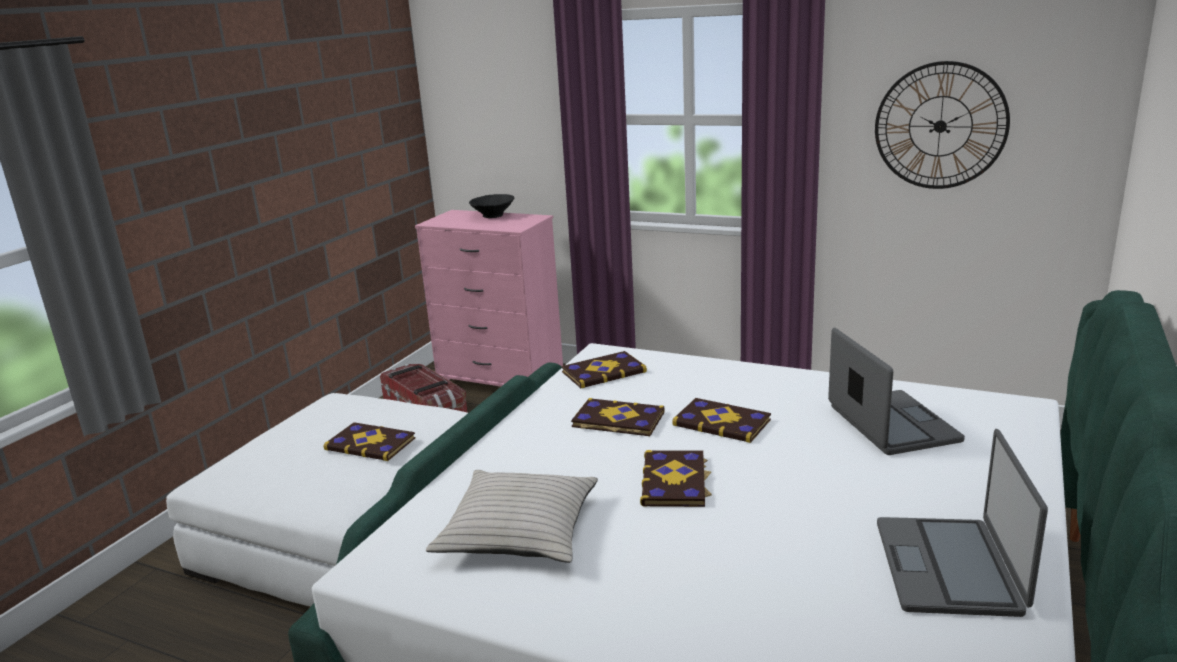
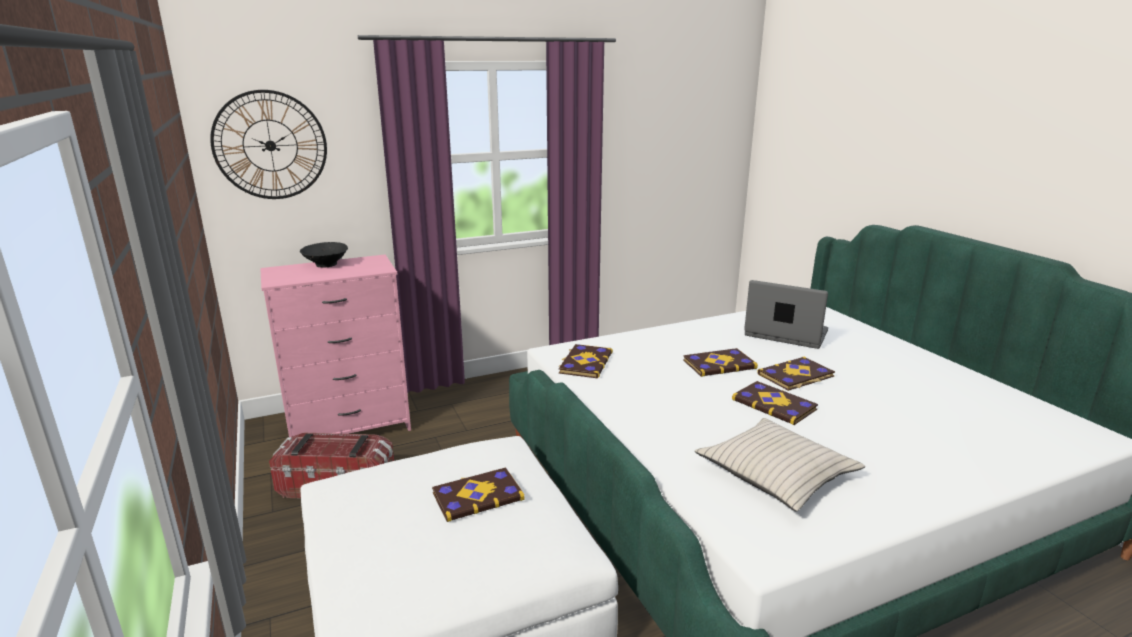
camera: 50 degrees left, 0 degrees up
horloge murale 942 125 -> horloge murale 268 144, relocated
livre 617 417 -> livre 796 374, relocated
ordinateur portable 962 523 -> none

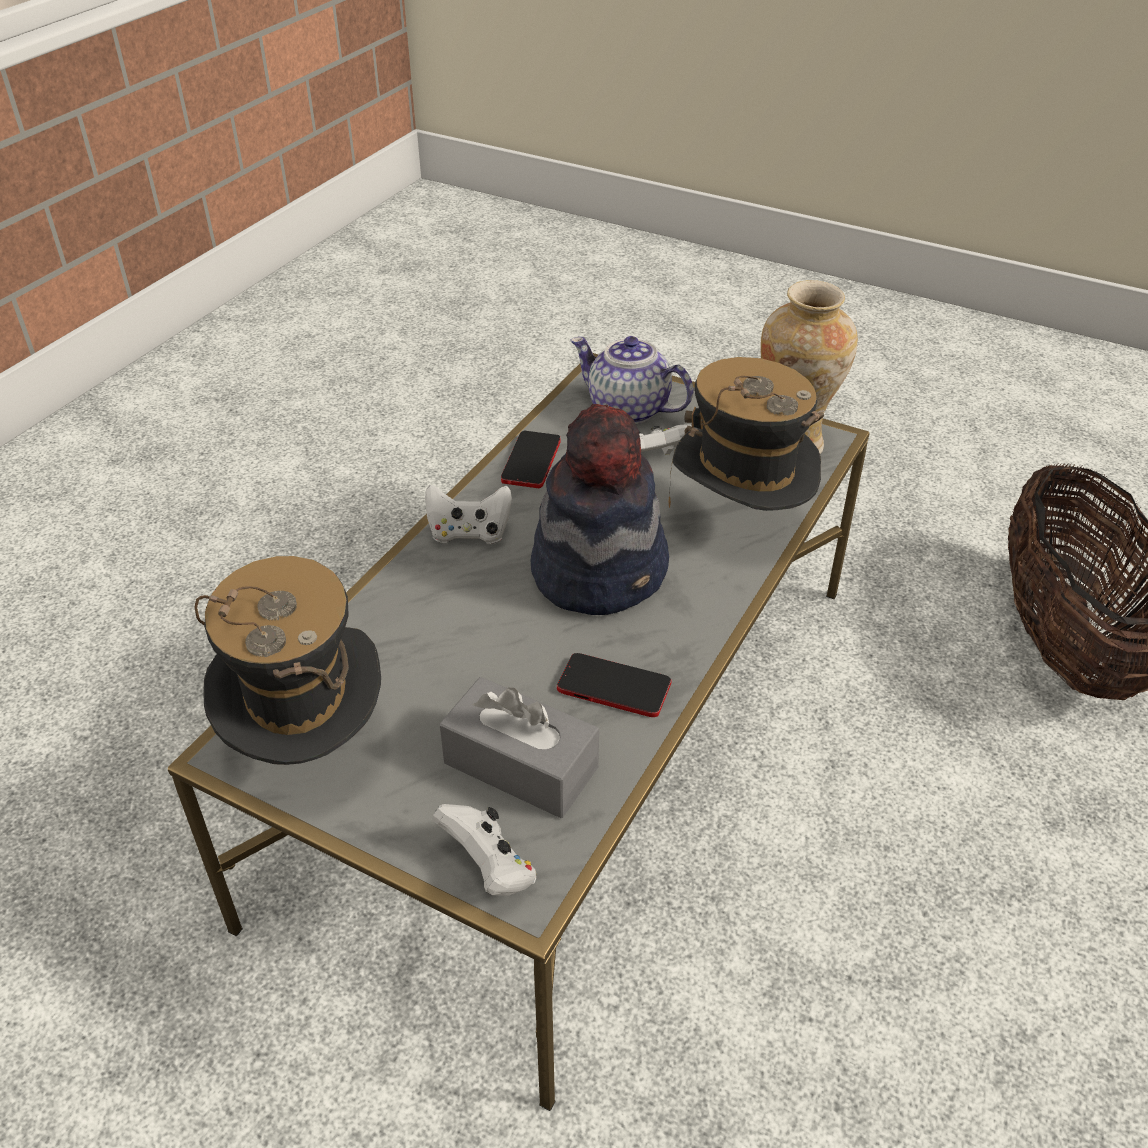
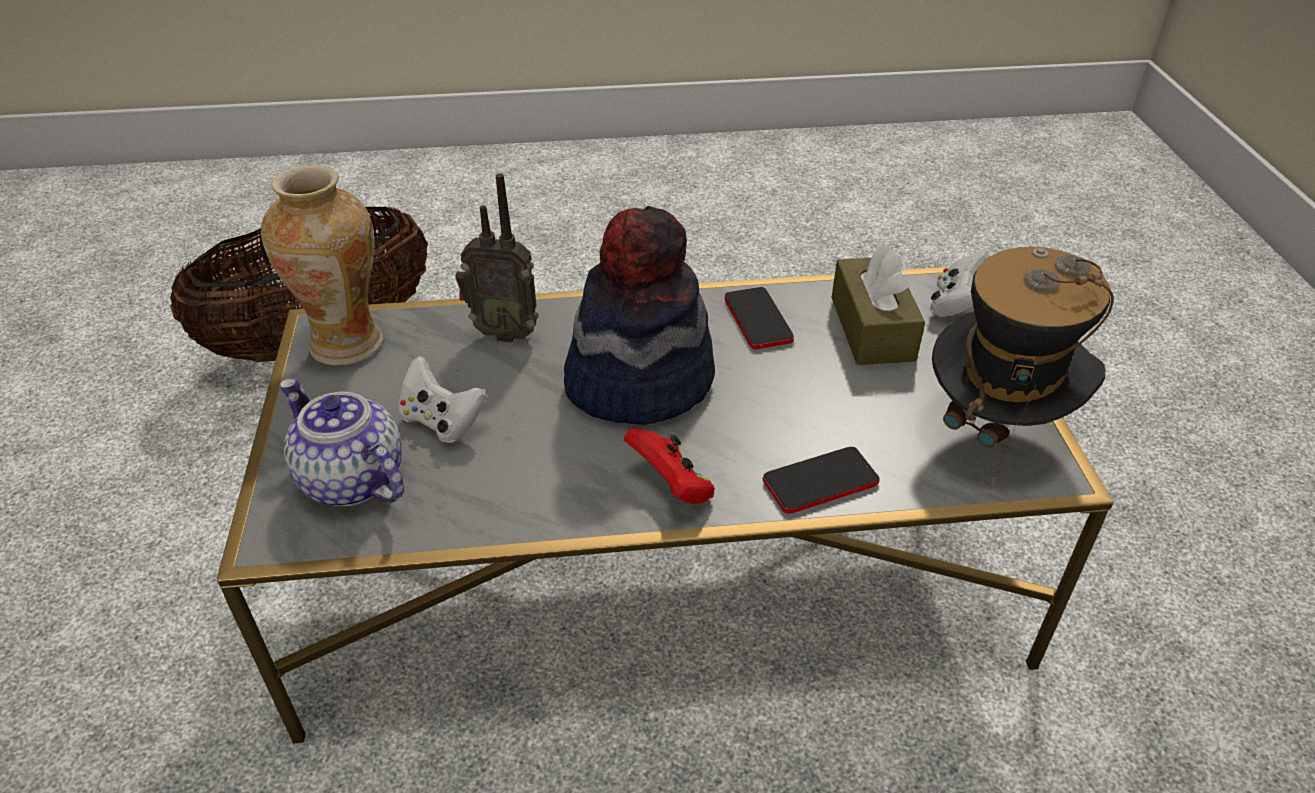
camera: 125 degrees left, 0 degrees up
théière 631 380 -> théière 341 443, 135 degrees clockwise
chapeau 746 434 -> radio 497 258
manette (blanc) 468 514 -> manette (rouge) 669 466
téléphone 531 459 -> téléphone 821 480, relocated
boîte à mouchoirs (gris) 519 747 -> boîte à mouchoirs (marron) 878 304

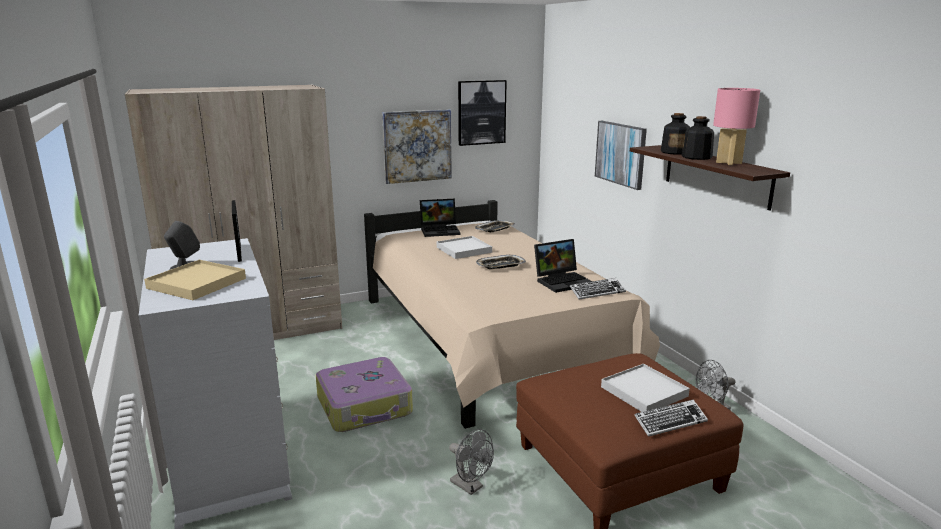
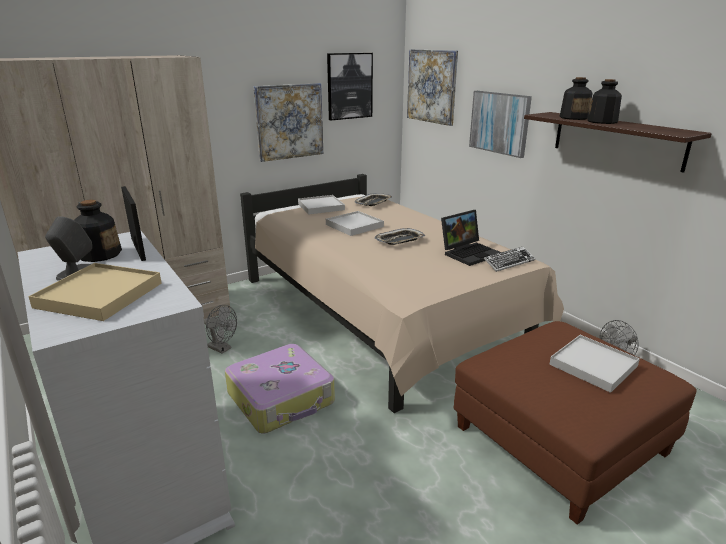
camera: 10 degrees left, 5 degrees up
none -> bouteille 98 231
ventilateur (gris) 471 462 -> ventilateur (gris) 220 329, relocated
ordinateur portable 440 218 -> plateau (blanc) 321 205
none -> tableau 432 87
clavier 671 418 -> none
lampe de table (rose) 736 126 -> none

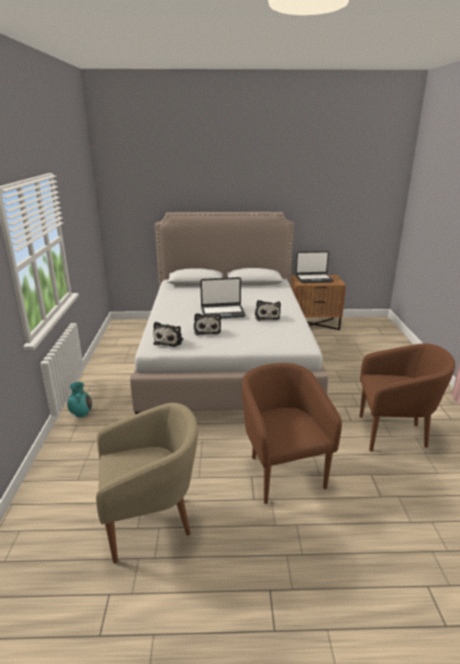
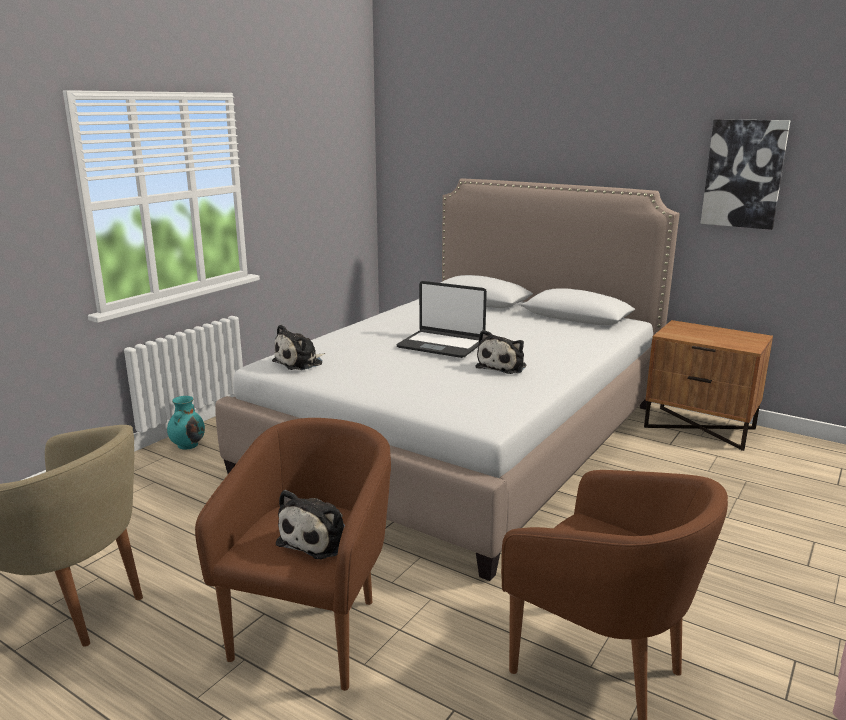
camera: 35 degrees right, 5 degrees down
peluche 207 324 -> peluche 310 524, relocated
none -> tableau 745 174
ordinateur portable 315 267 -> none

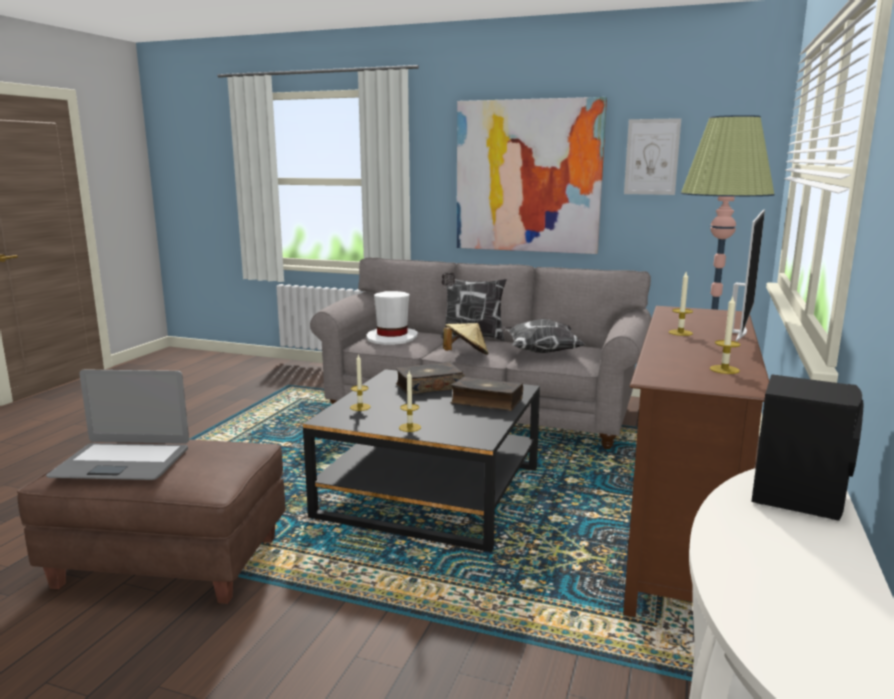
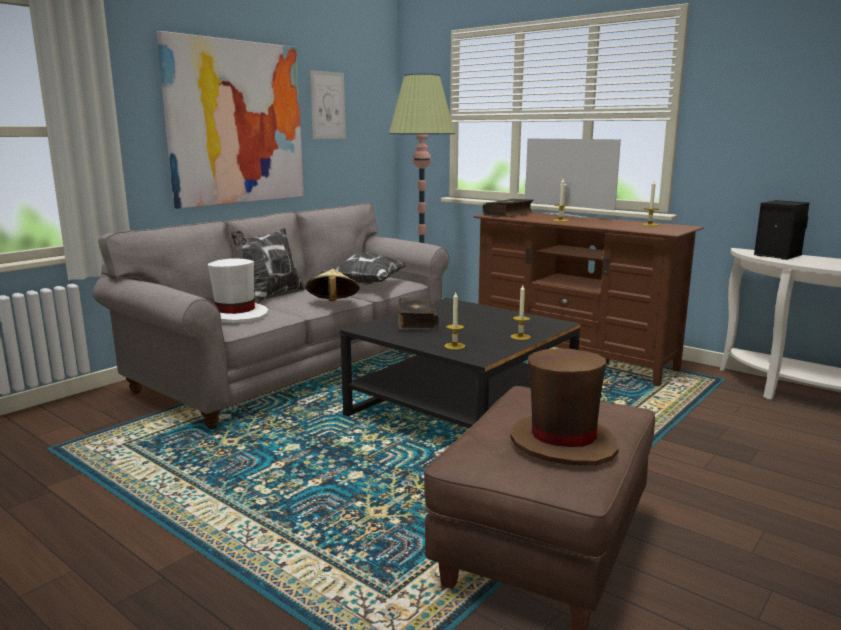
camera: 70 degrees left, 0 degrees up
livre 487 394 -> livre 508 208, relocated
ordinateur portable 117 424 -> chapeau (marron) 564 407

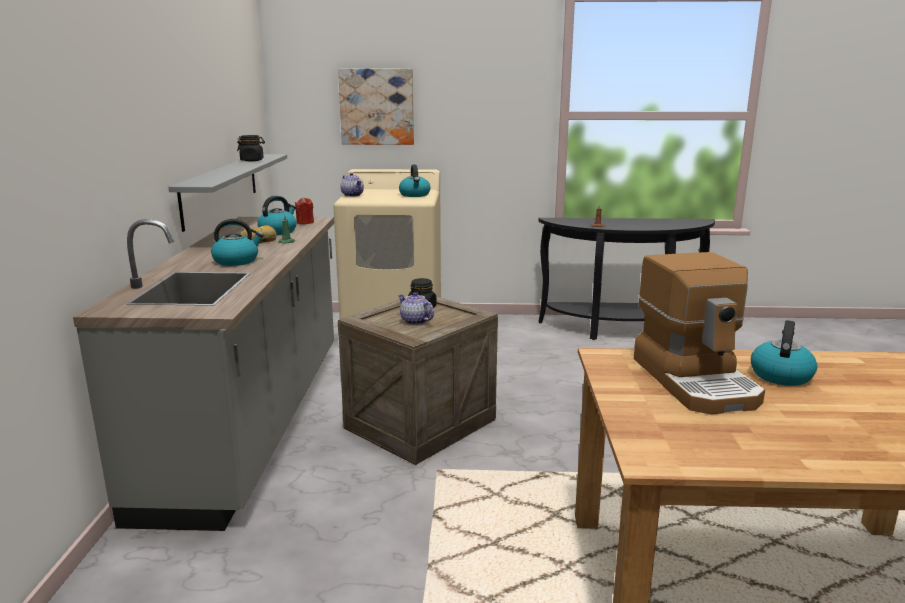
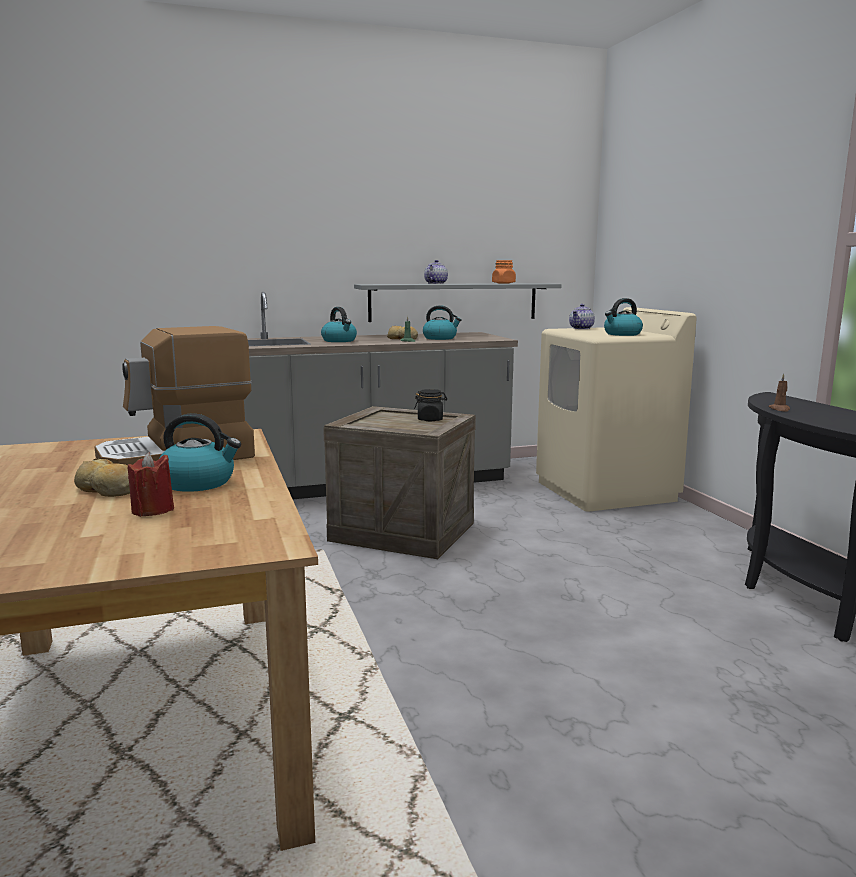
camera: 70 degrees right, 5 degrees down
none -> pain 102 477
bougie (rouge) 304 210 -> bougie (rouge) 150 484, relocated
théière 416 308 -> théière 436 272, relocated
bocal (noir) 251 148 -> bocal (orange) 504 272
tableau 376 107 -> none

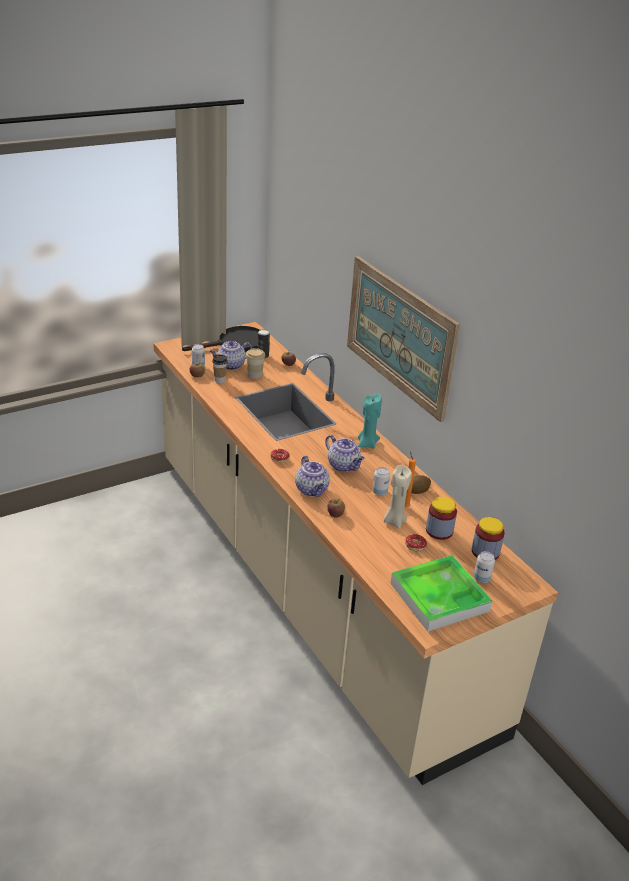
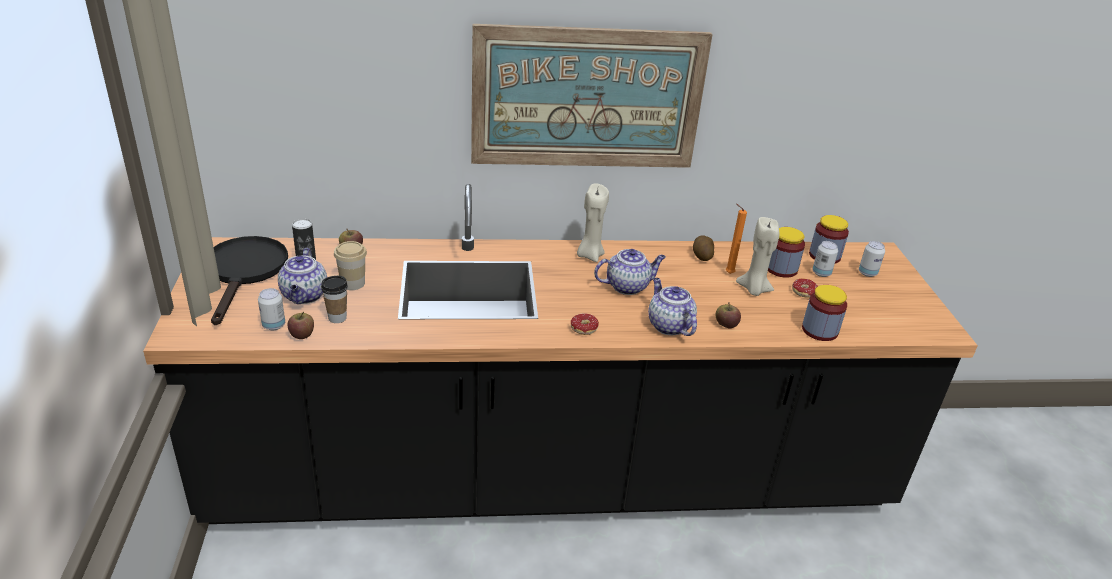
camera: 65 degrees left, 0 degrees up
comptoir de cuisine (beige) 355 553 -> comptoir de cuisine (noir) 560 354
bougie (turquoise) 370 421 -> bougie (beige) 593 222
théière 312 476 -> théière 672 307, 120 degrees counterclockwise
none -> bocal 824 313
boîte métallique 381 481 -> boîte métallique 825 259, relocated
plateau 441 593 -> none

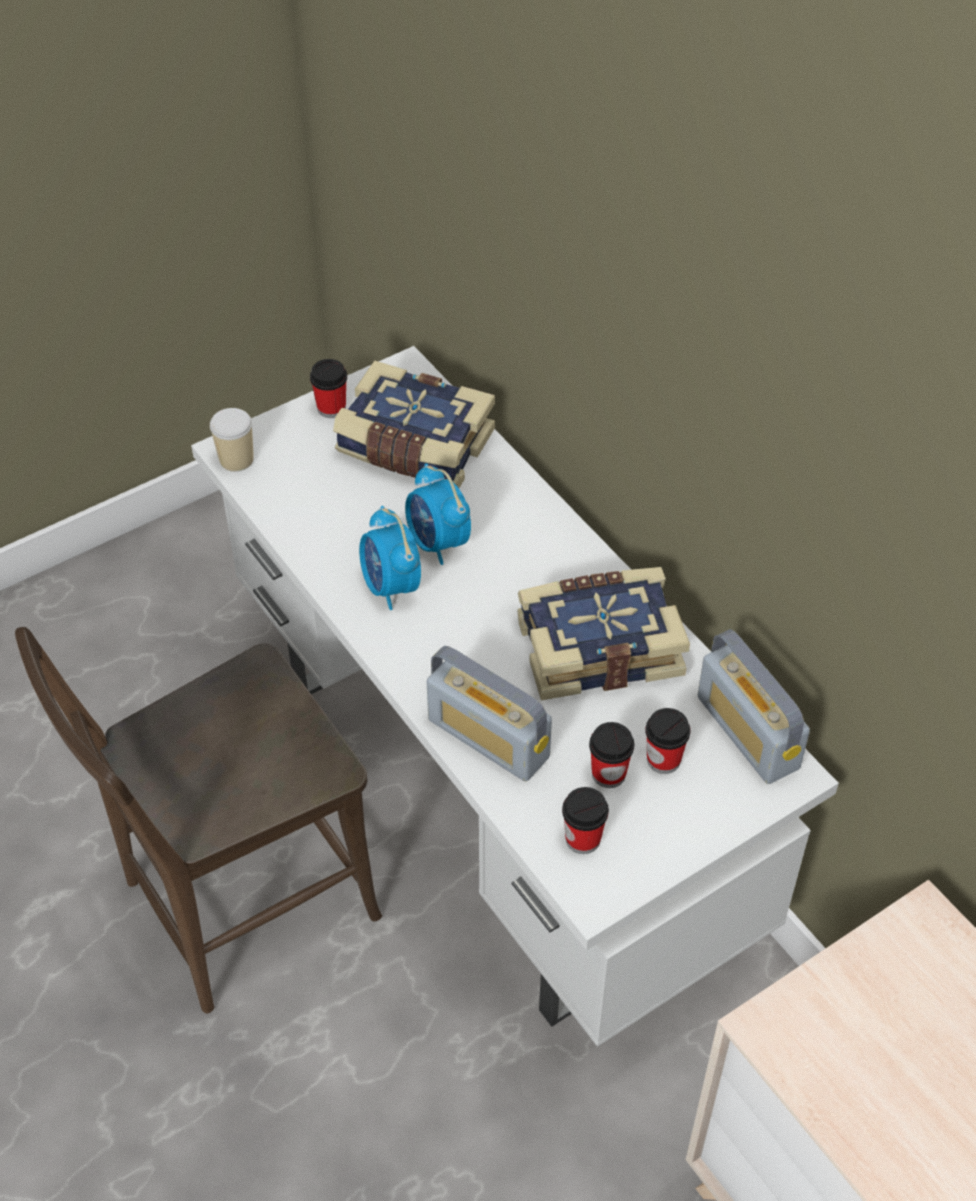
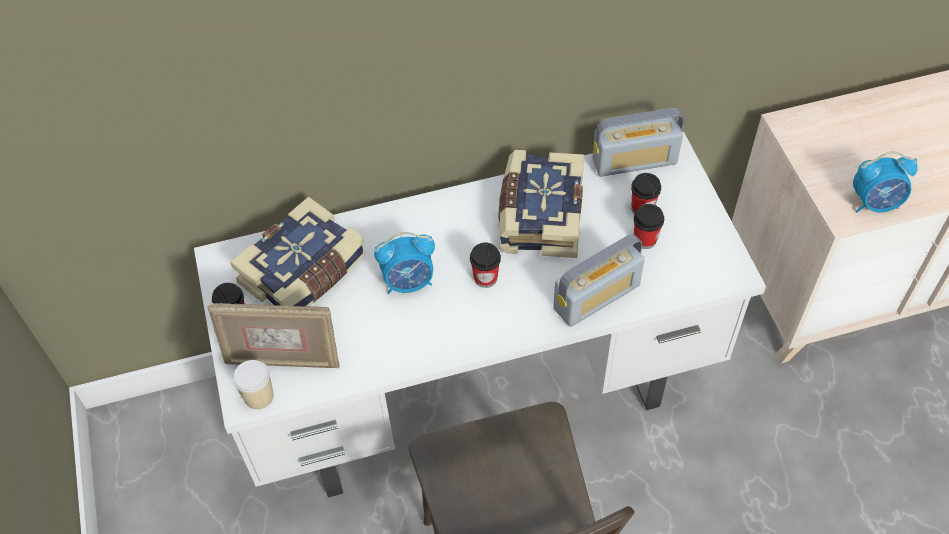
camera: 70 degrees left, 5 degrees up
none -> cadre photo 274 335
tasse 585 820 -> tasse 485 265, relocated
réveil 390 558 -> réveil 885 182, relocated

